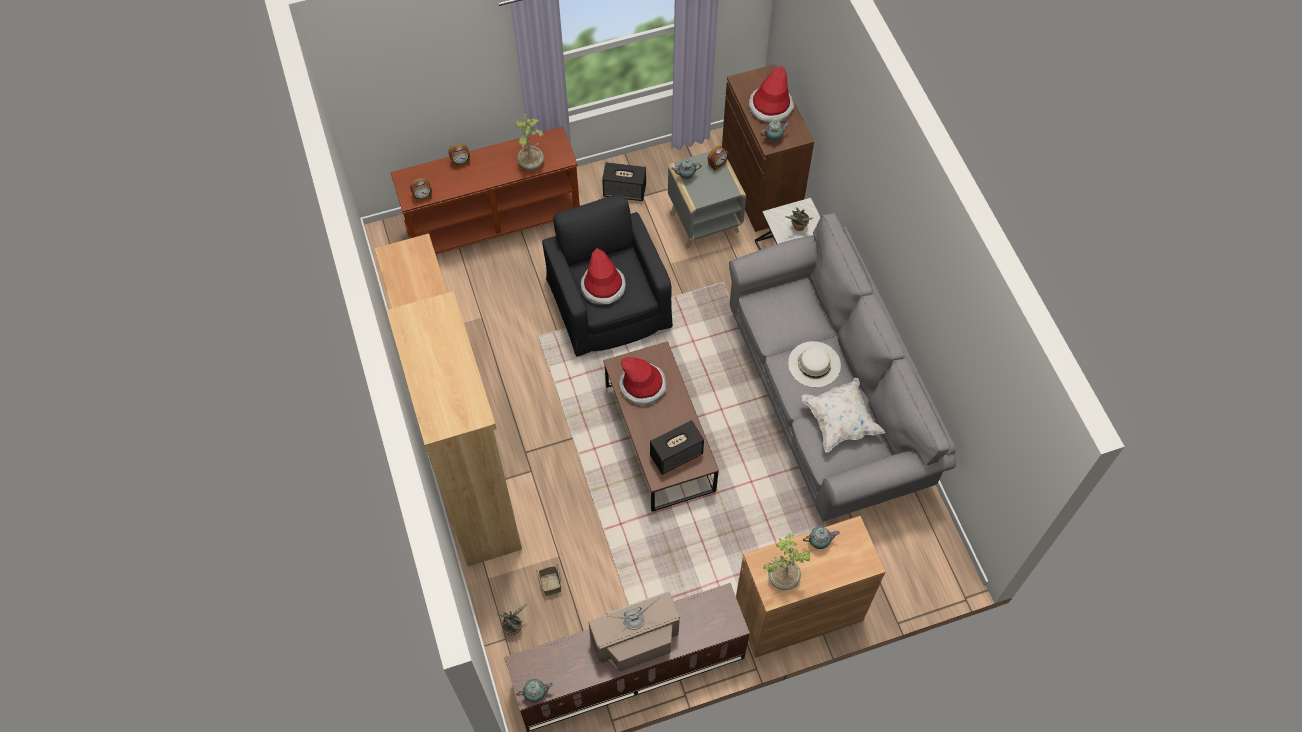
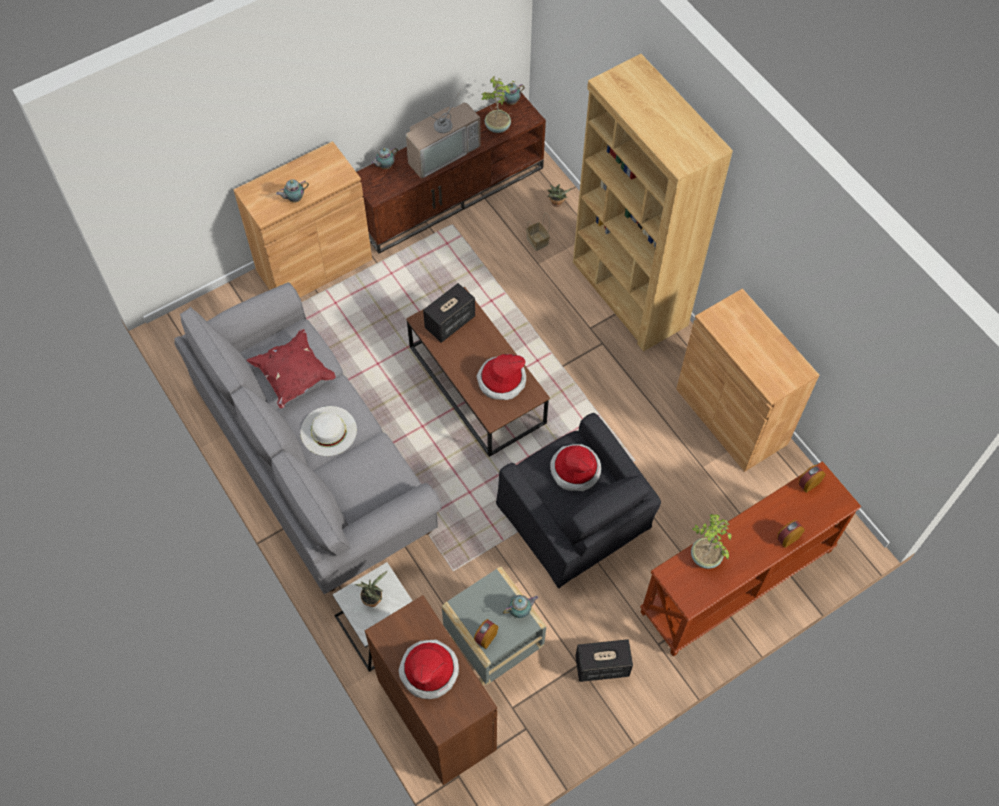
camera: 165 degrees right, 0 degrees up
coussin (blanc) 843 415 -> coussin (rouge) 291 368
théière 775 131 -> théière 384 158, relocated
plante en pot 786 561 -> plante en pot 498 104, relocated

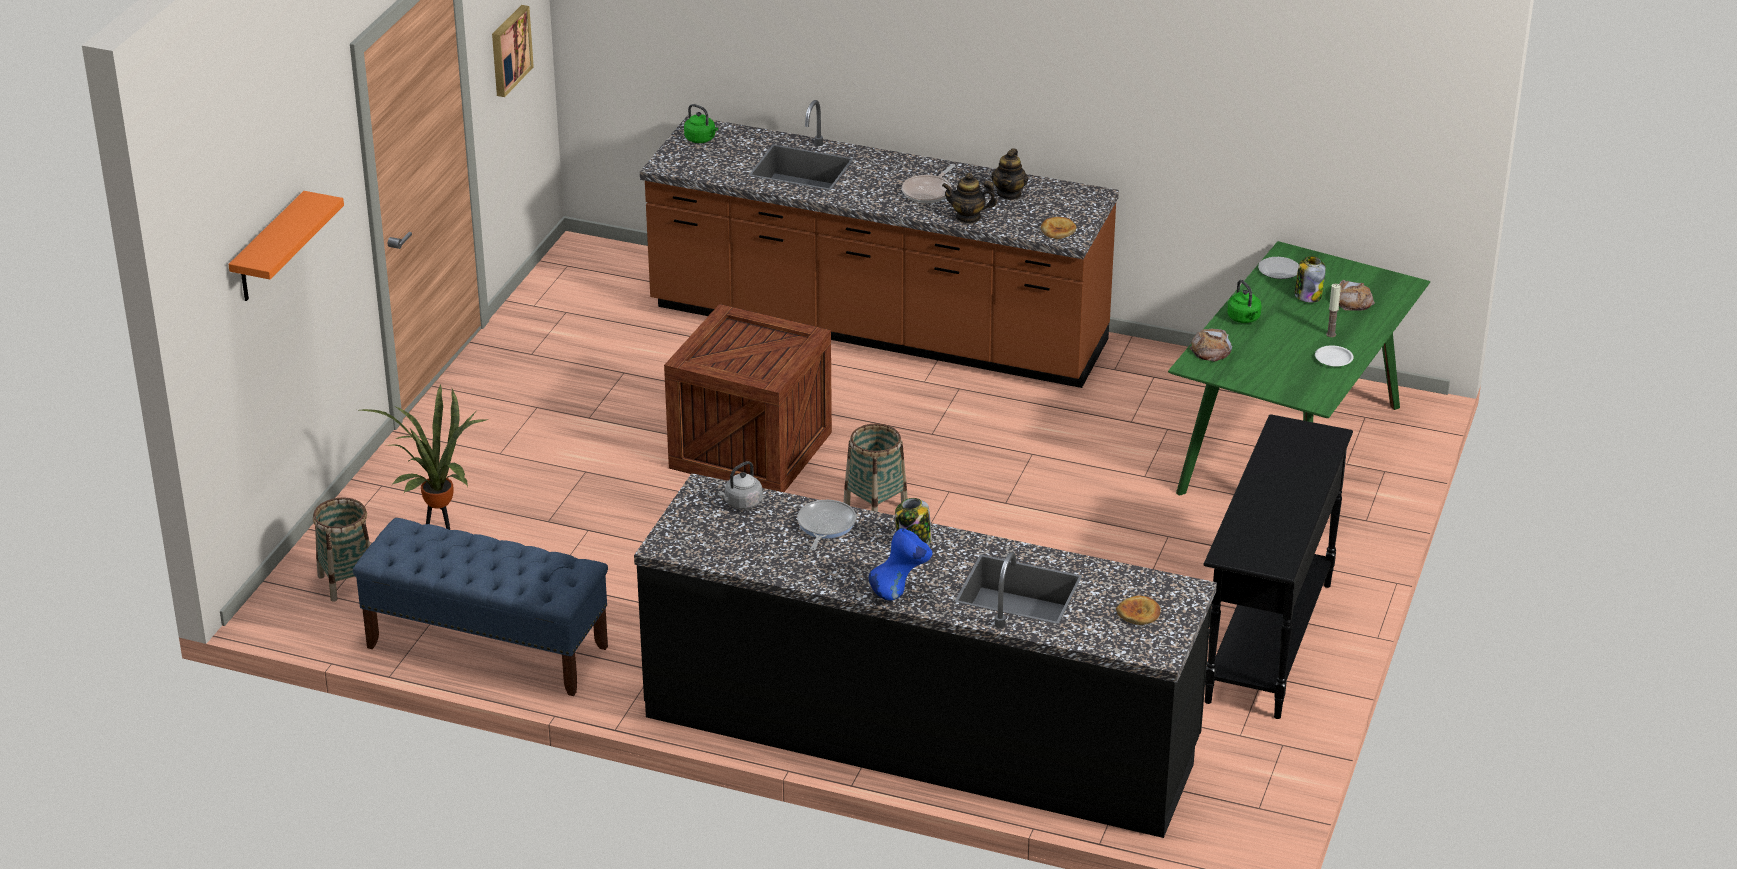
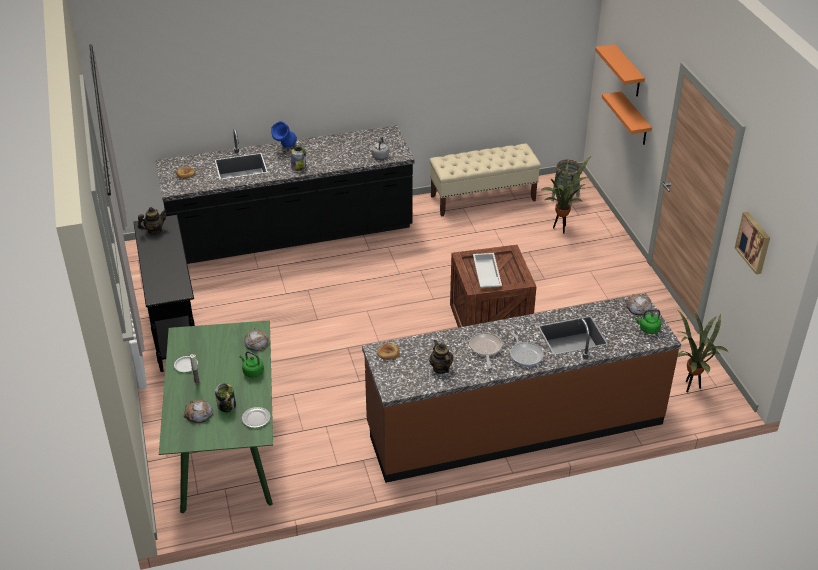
camera: 145 degrees right, 5 degrees up
théière 969 198 -> théière 152 220, relocated
banc (bleu) 480 607 -> banc (beige) 485 180
none -> plateau (blanc) 487 270
poêle 826 525 -> poêle 527 349, relocated
none -> étagère (orange) 627 118
none -> pain 639 304
none -> plante en pot 703 351
panier 875 468 -> none

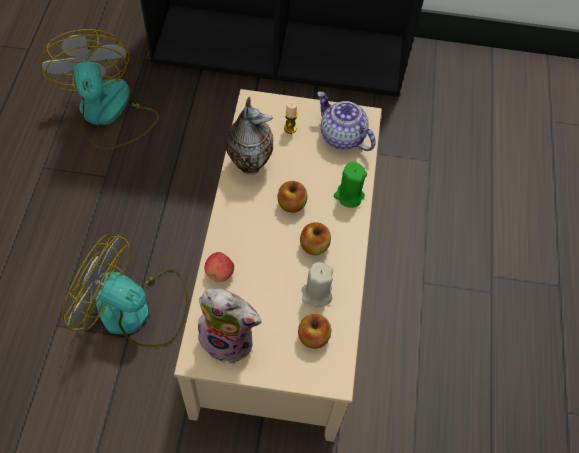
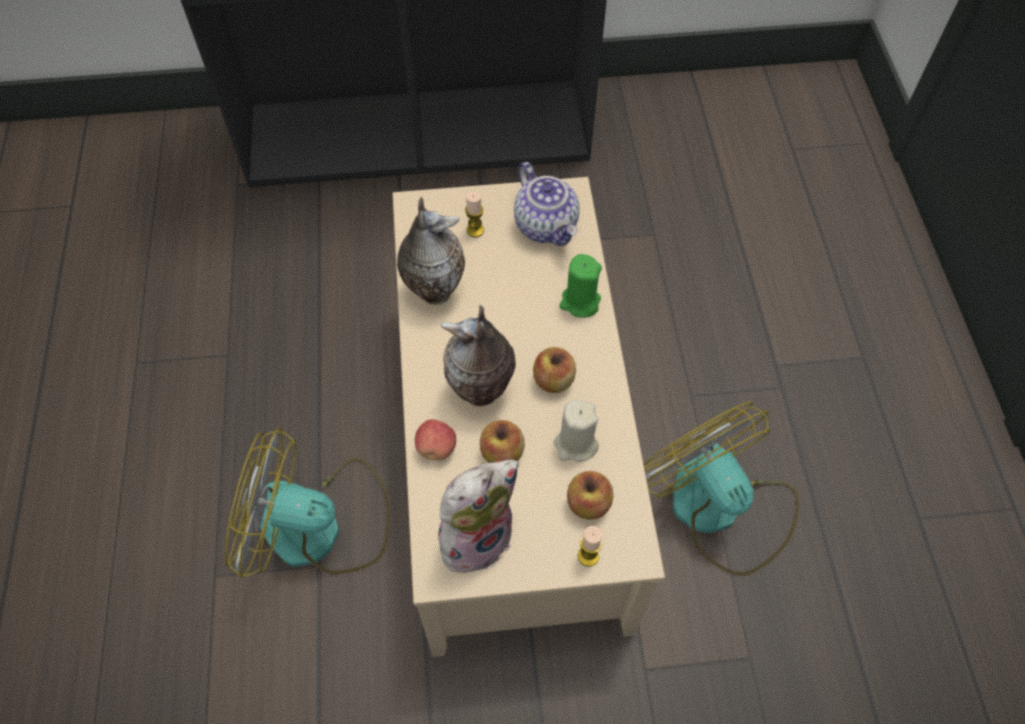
camera: 10 degrees left, 0 degrees up
peluche 230 326 -> peluche 478 518, 45 degrees counterclockwise
none -> vase 478 355
pomme 292 197 -> pomme 502 441, relocated
théière 346 121 -> théière 547 204, 150 degrees counterclockwise
none -> bougie 590 546
ventilateur 99 89 -> ventilateur 721 488, relocated

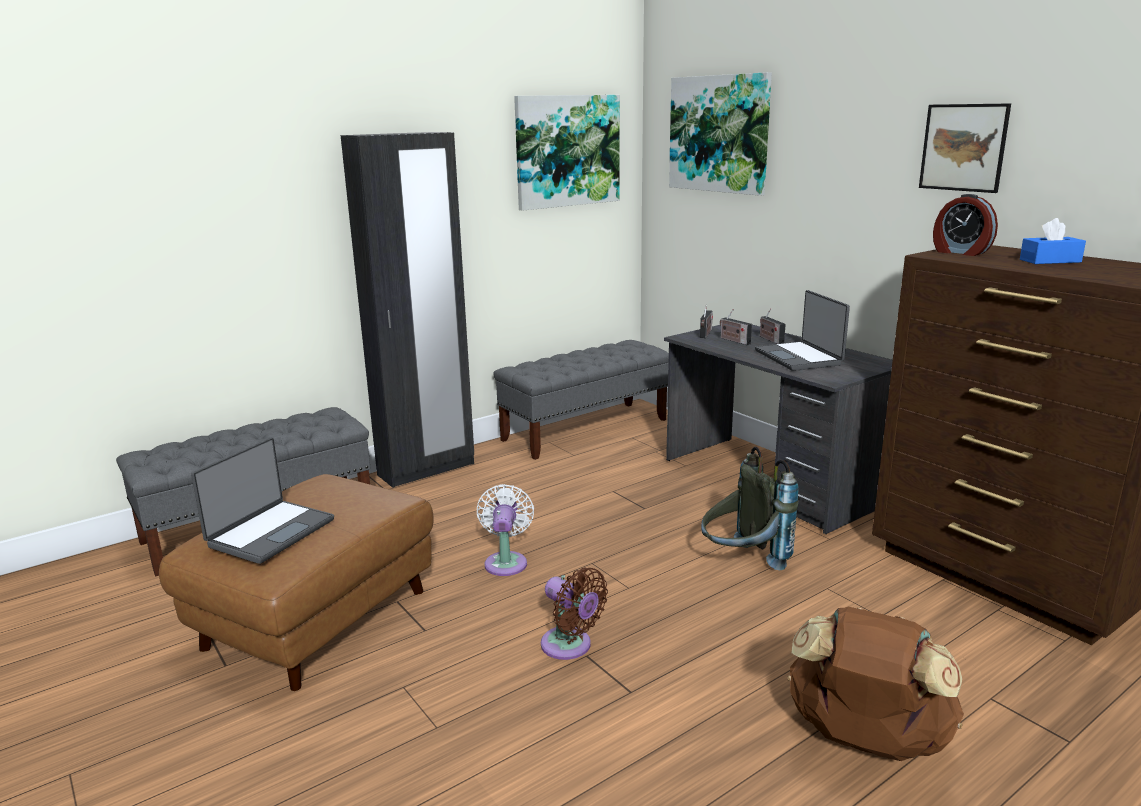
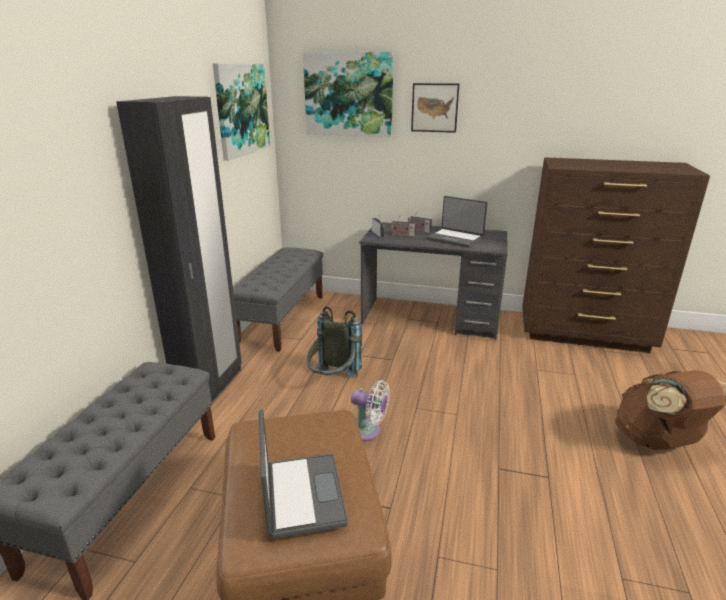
camera: 40 degrees left, 5 degrees up
sac à dos (gris) 750 508 -> sac à dos (gris) 334 342, relocated
ventilateur (blanc) 505 530 -> ventilateur (blanc) 370 410, 150 degrees clockwise
tableau 965 148 -> tableau 435 108, relocated
ventilateur (marron) 574 614 -> none
réveil 965 225 -> none
boîte à mouchoirs (bleu) 1053 241 -> none

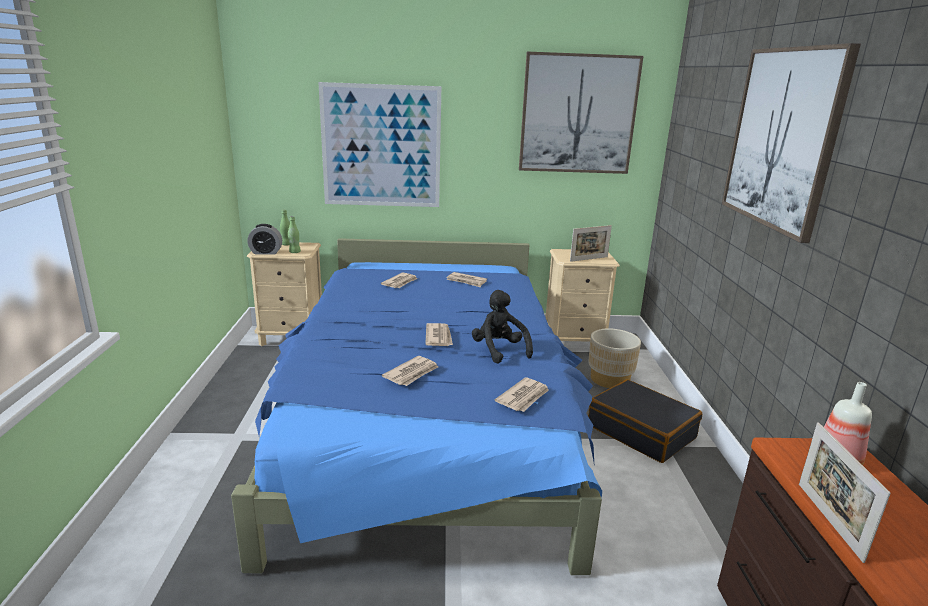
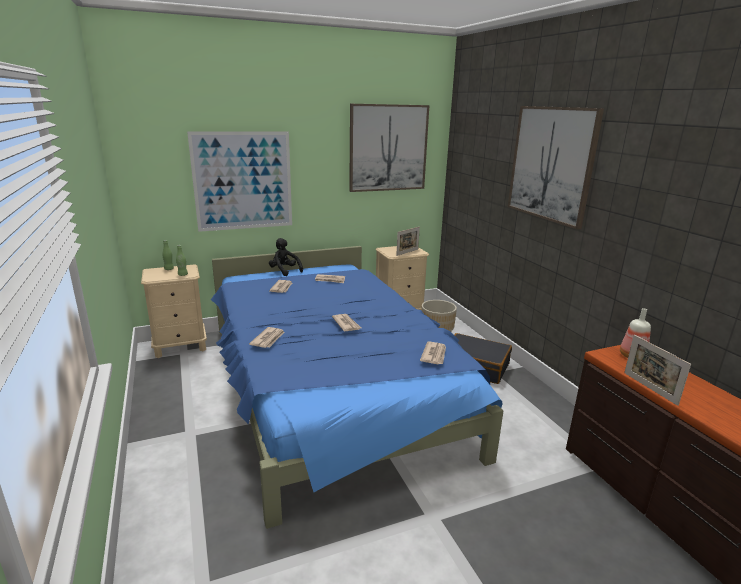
camera: 20 degrees left, 0 degrees up
journal 410 371 -> journal 267 337, relocated
peluche (noir) 502 327 -> peluche (noir) 286 257, relocated
réveil 264 239 -> none

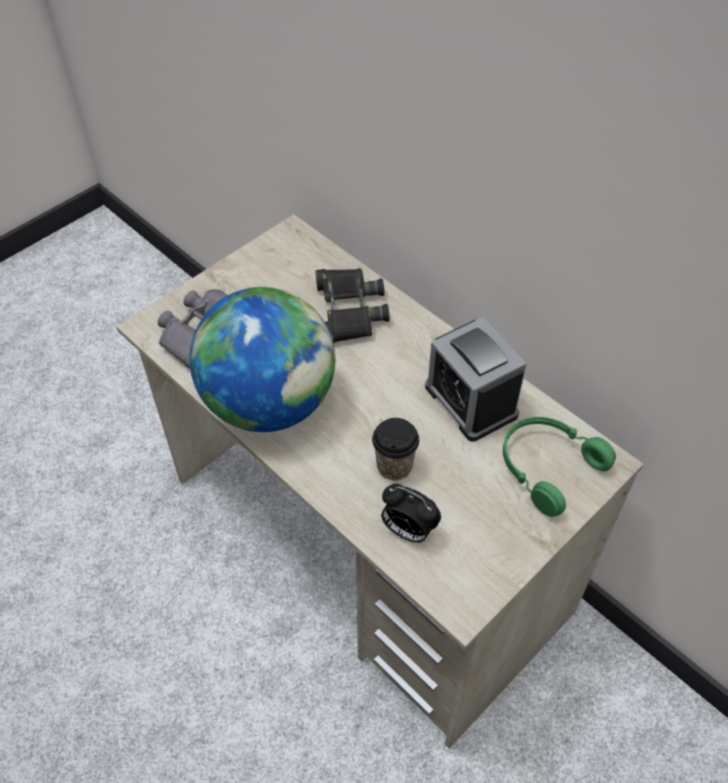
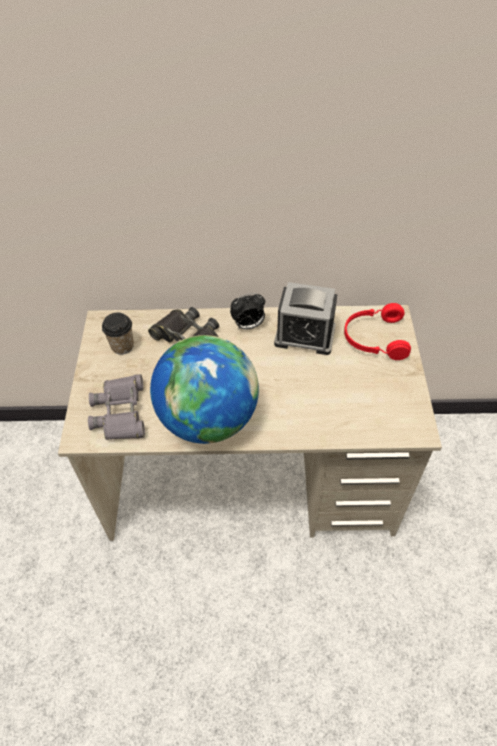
camera: 45 degrees left, 0 degrees up
tasse 395 449 -> tasse 118 333, relocated
réveil 411 513 -> réveil 247 311, relocated
casque audio (vert) 559 467 -> casque audio (rouge) 377 331

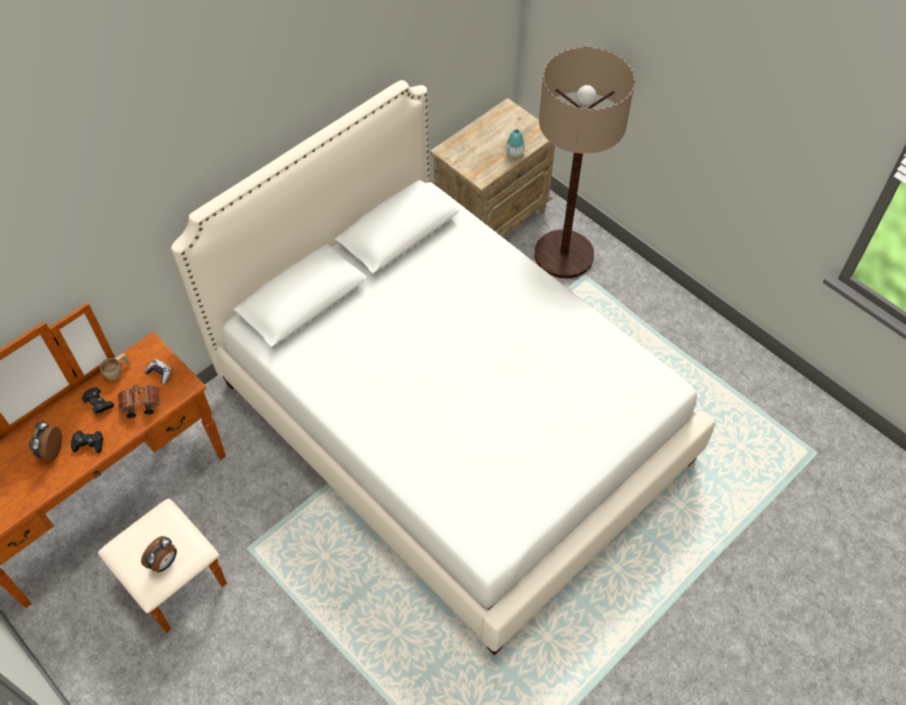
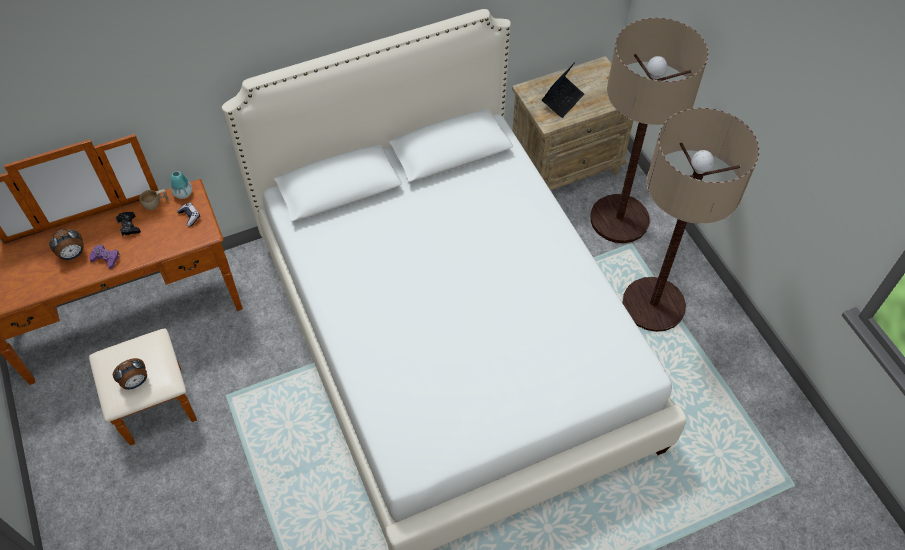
camera: 20 degrees right, 0 degrees up
réveil 45 440 -> réveil 66 244, 150 degrees counterclockwise
manette (noir) 87 441 -> manette (violet) 104 256
vase 515 143 -> vase 181 185, relocated
none -> ordinateur portable 563 90
none -> lampadaire 691 220
jumelles (marron) 139 401 -> none

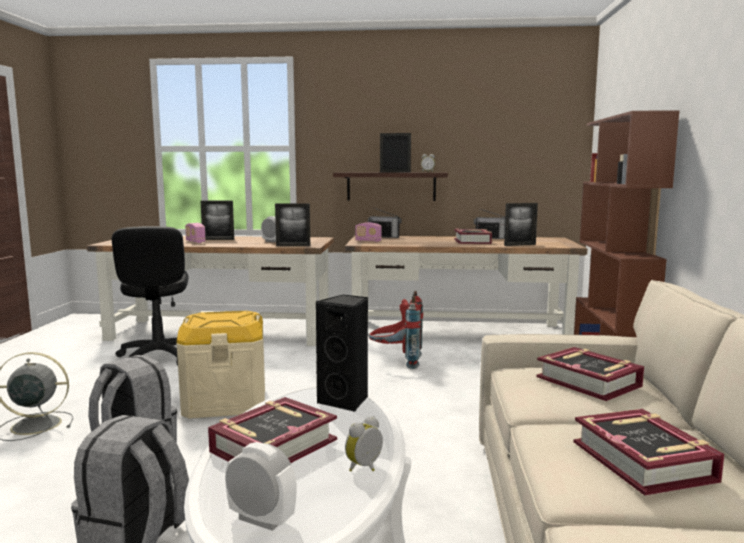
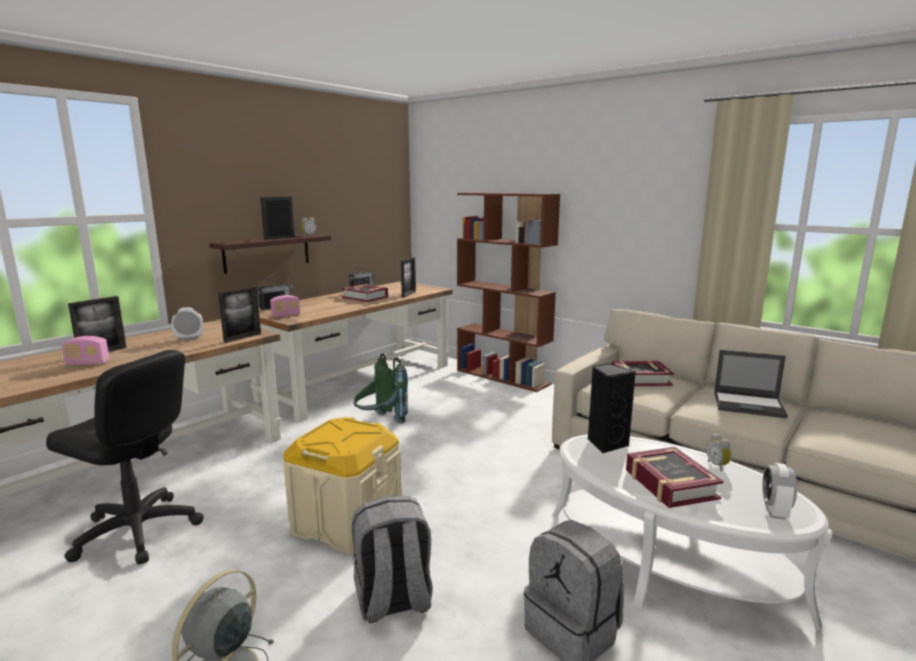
camera: 55 degrees left, 5 degrees up
sac à dos (rouge) 396 330 -> sac à dos (vert) 381 388
livre 649 452 -> ordinateur portable 751 384
réveil 261 486 -> réveil 779 491, 45 degrees counterclockwise

